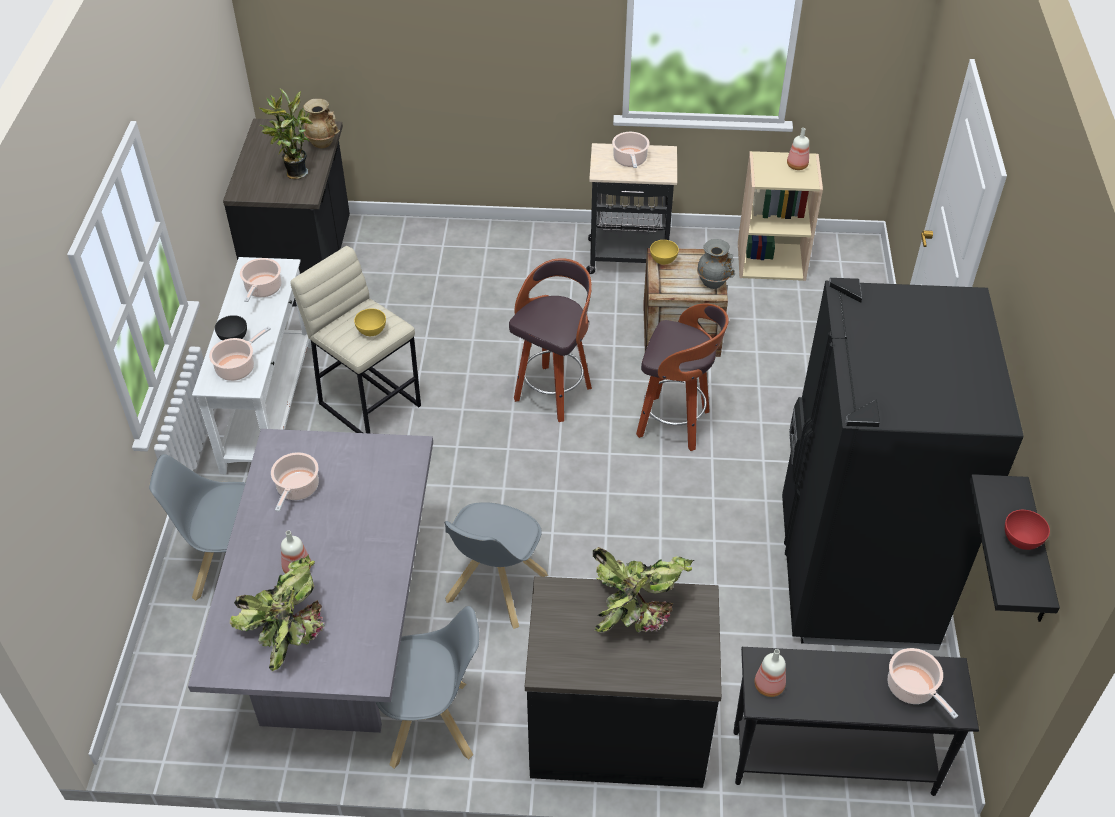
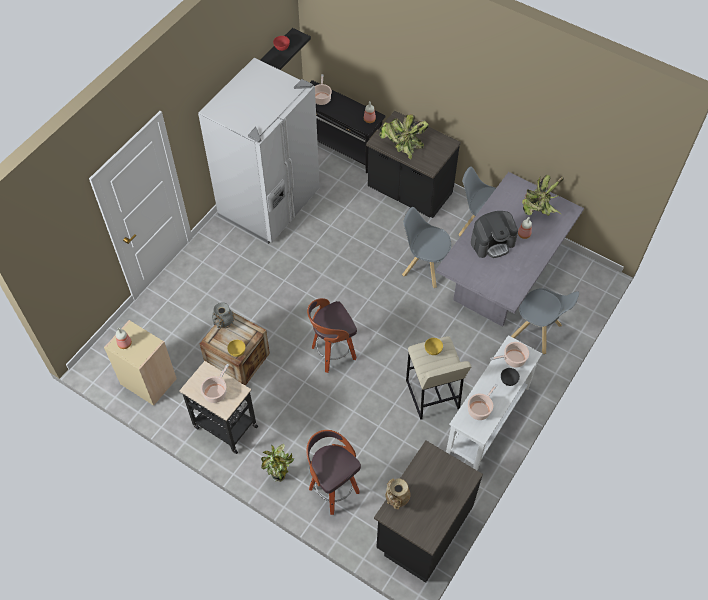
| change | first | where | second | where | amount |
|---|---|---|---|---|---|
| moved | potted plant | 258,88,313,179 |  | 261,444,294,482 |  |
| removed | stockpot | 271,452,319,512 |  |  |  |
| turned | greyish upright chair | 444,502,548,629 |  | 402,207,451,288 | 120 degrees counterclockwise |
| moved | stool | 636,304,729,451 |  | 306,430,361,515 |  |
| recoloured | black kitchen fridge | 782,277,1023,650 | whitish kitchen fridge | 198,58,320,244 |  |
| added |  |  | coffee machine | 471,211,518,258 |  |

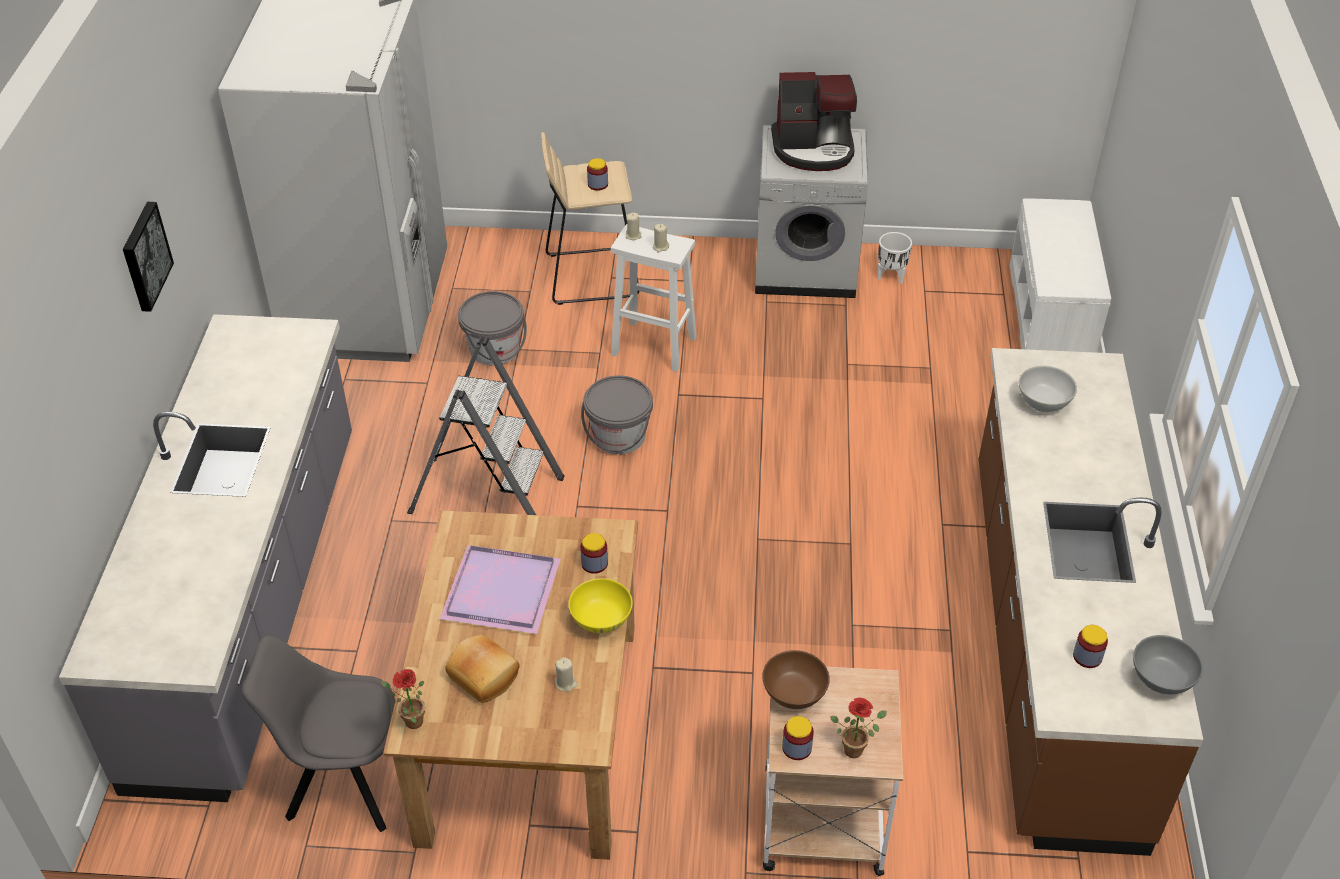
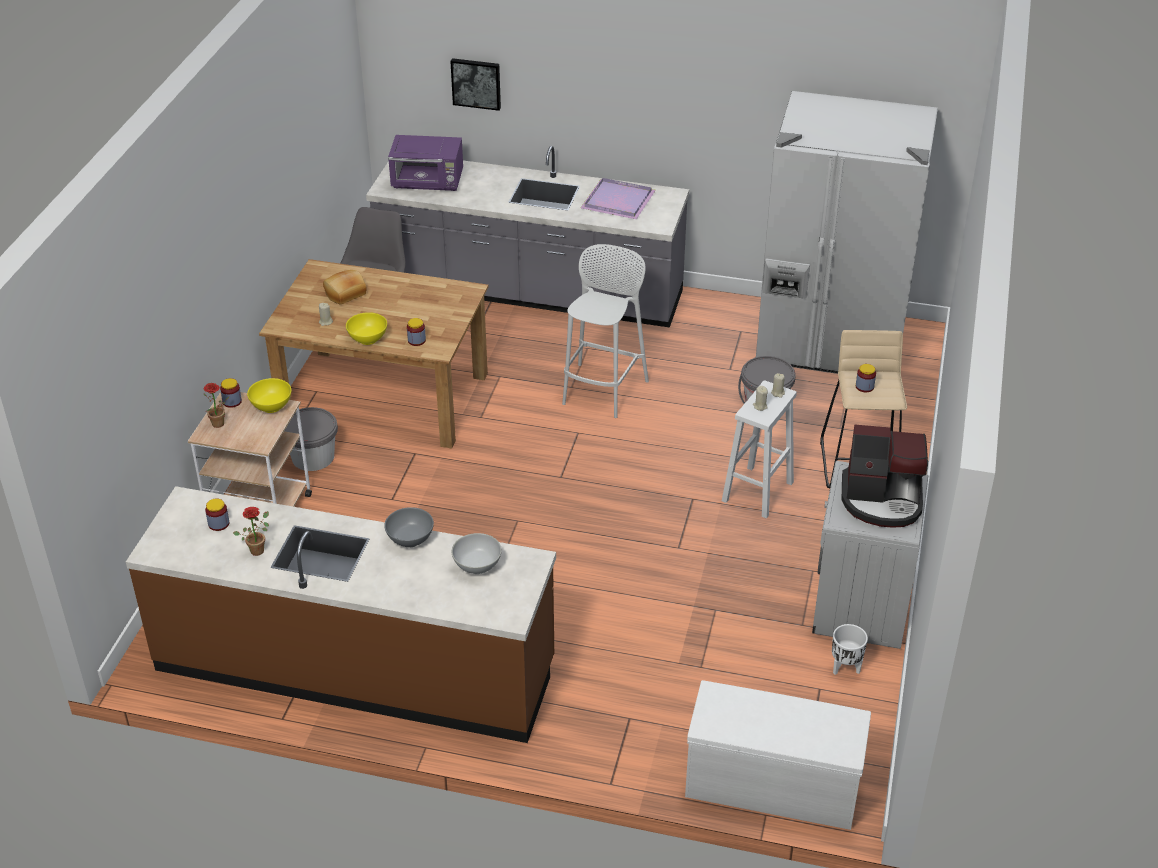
| change | first | where | second | where | amount |
|---|---|---|---|---|---|
| moved | wall picture | 123,202,174,312 |  | 450,58,501,111 |  |
| moved | potted plant | 381,669,425,729 |  | 233,507,269,556 |  |
| replaced | greyish step ladder | 407,337,565,515 | whitish stool | 562,244,649,418 |  |
| moved | purple-coloured serving tray | 440,545,561,634 |  | 580,178,656,219 |  |
| moved | greyish water bucket | 581,375,653,455 |  | 284,407,338,471 |  |
| recoloured | brownish serving bowl | 762,650,830,709 | yellow-coloured serving bowl | 247,378,291,413 |  |
| turned | coffee machine | 771,72,857,171 |  | 842,424,928,528 | 90 degrees counterclockwise |
| moved | greyish serving bowl | 1133,635,1203,694 |  | 384,507,434,547 |  |
| added |  |  | purple-coloured microwave oven | 388,135,463,191 |  |

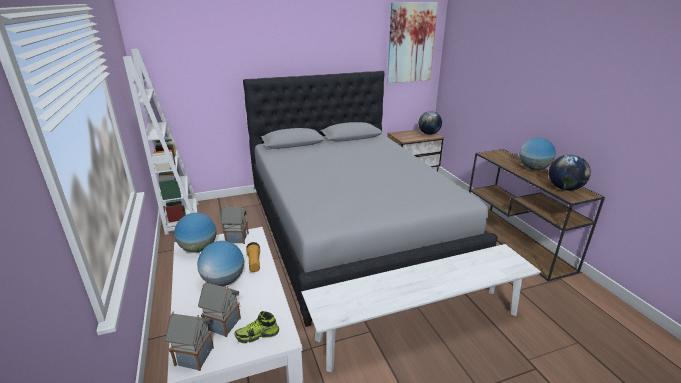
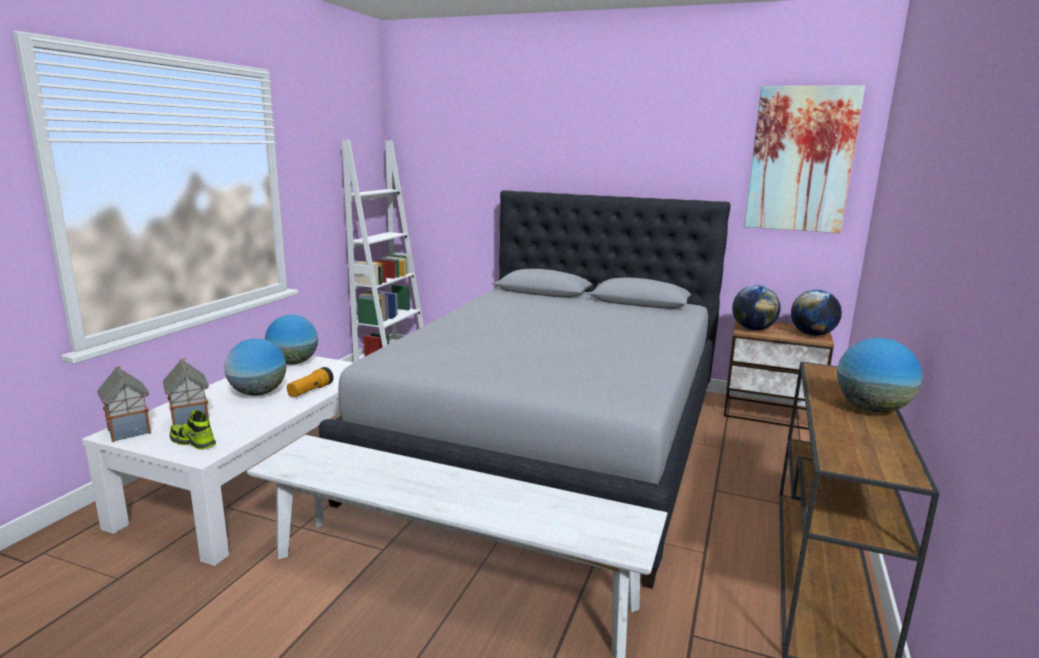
| change | first | where | second | where | amount |
|---|---|---|---|---|---|
| removed | model house | 221,206,249,244 |  |  |  |
| moved | desk globe | 549,154,591,191 |  | 732,285,781,331 |  |

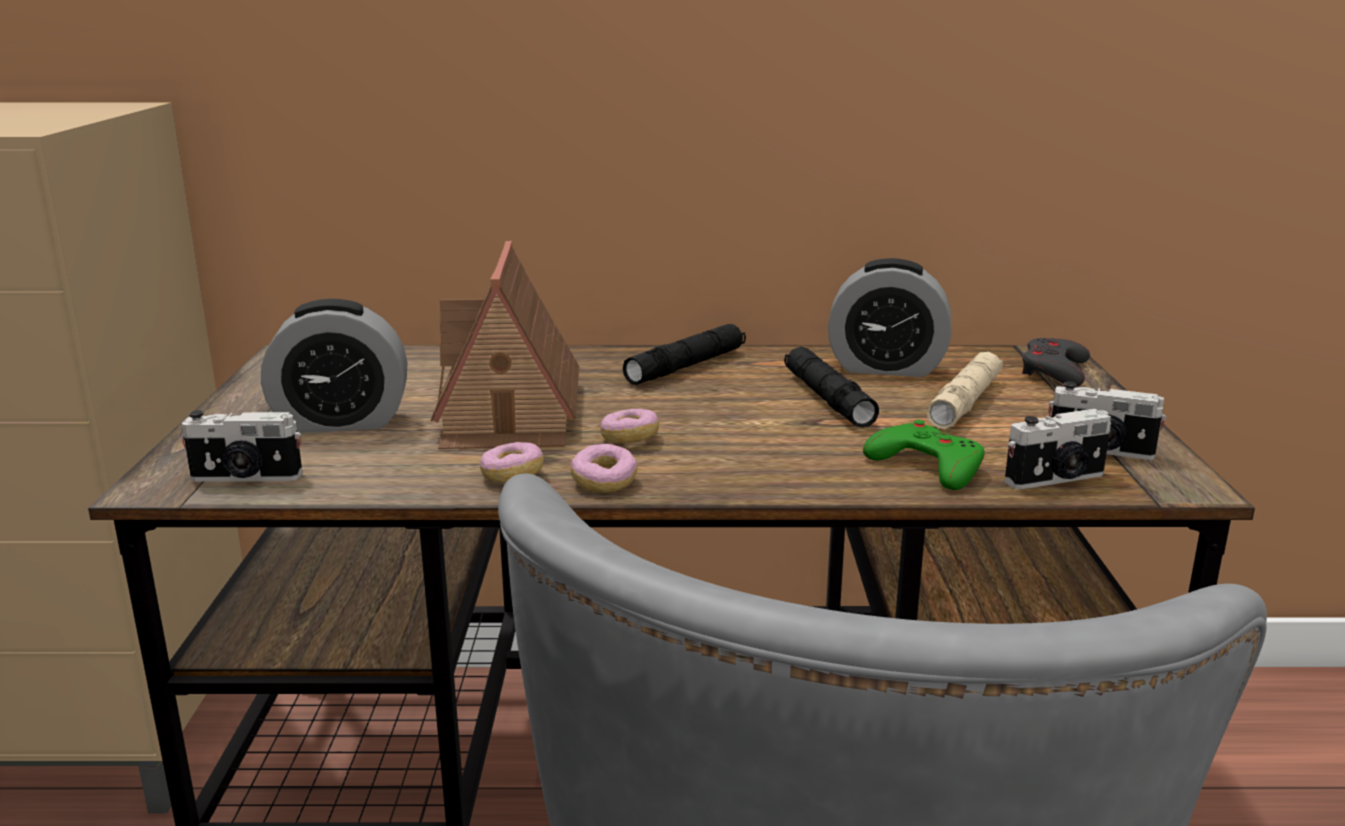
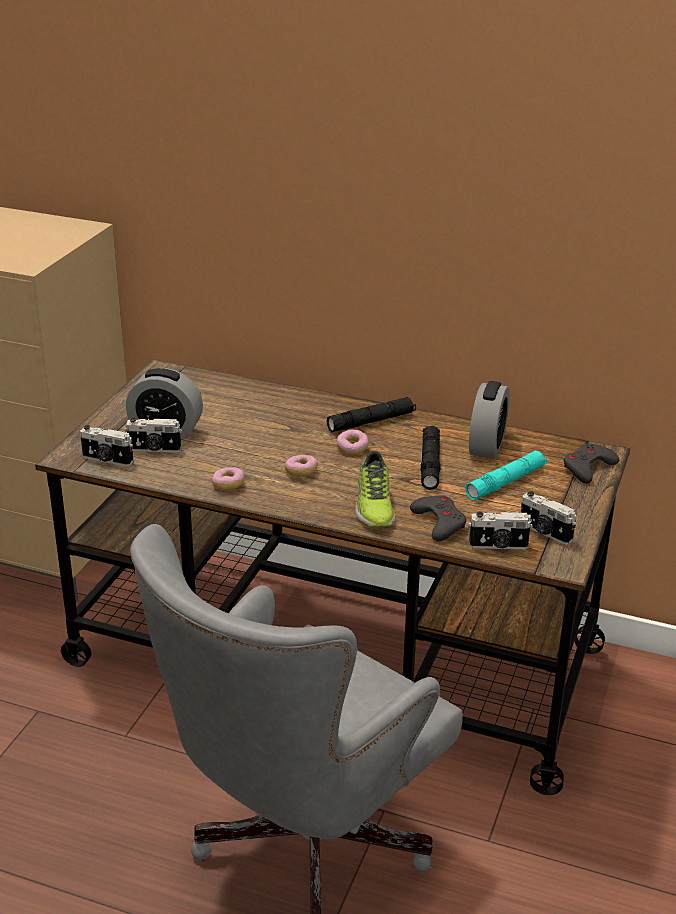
| change | first | where | second | where | amount |
|---|---|---|---|---|---|
| removed | model house | 430,241,579,449 |  |  |  |
| moved | ring doughnut | 570,444,637,493 |  | 337,429,369,455 |  |
| turned | bedside clock | 828,258,952,377 |  | 469,381,510,459 | 105 degrees counterclockwise |
| recoloured | green-coloured joypad | 863,420,984,490 | greyish joypad | 410,496,467,541 |  |
| recoloured | beige-coloured flashlight | 927,352,1003,429 | turquoise flashlight | 465,450,547,500 |  |
| added |  |  | photo camera | 125,418,182,452 |  |
| added |  |  | shoe | 355,451,395,527 |  |

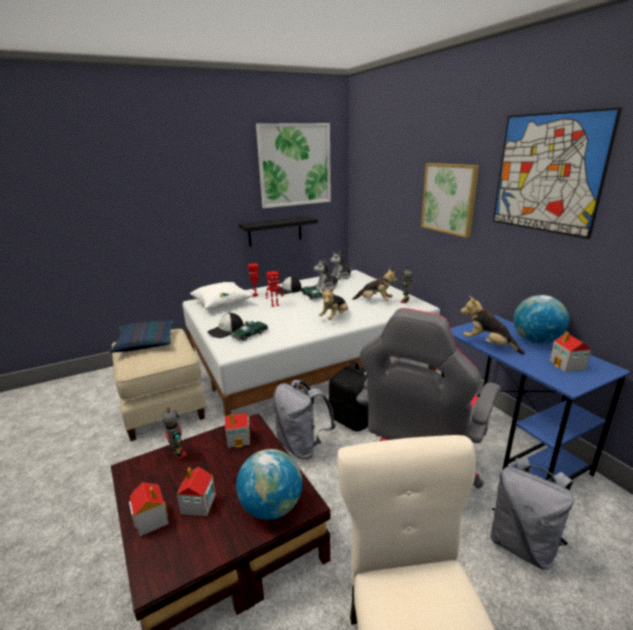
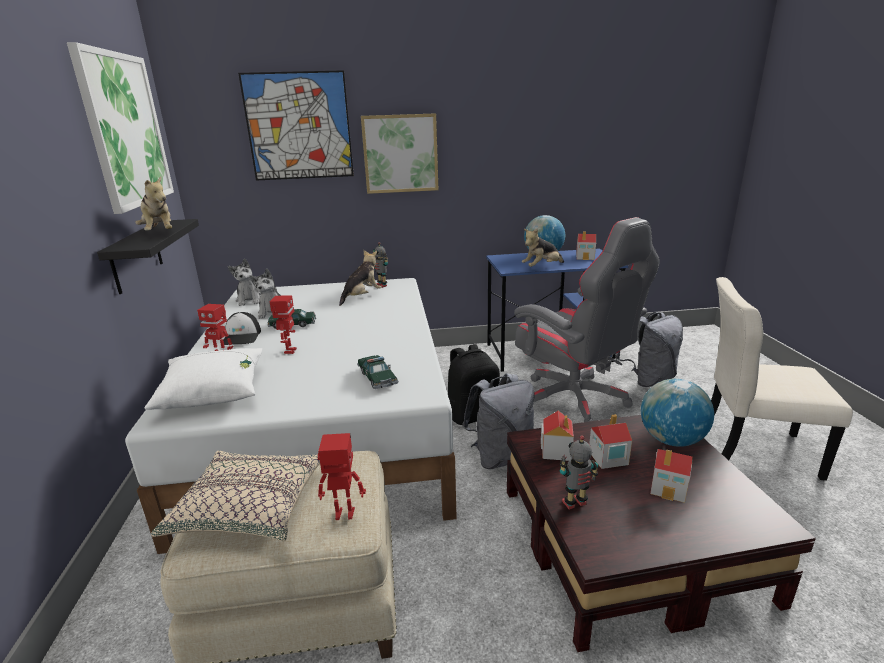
| change | first | where | second | where | amount |
|---|---|---|---|---|---|
| recoloured | blue cushion | 109,320,174,353 | beige-coloured cushion | 151,451,320,541 |  |
| moved | model house | 129,482,169,537 |  | 589,414,632,469 |  |
| removed | peaked cap | 207,313,244,338 |  |  |  |
| moved | plush toy | 319,288,348,320 |  | 136,176,172,231 |  |
| moved | wall picture | 493,107,622,239 |  | 238,70,354,180 |  |
| added |  |  | toy robot | 318,433,366,520 |  |

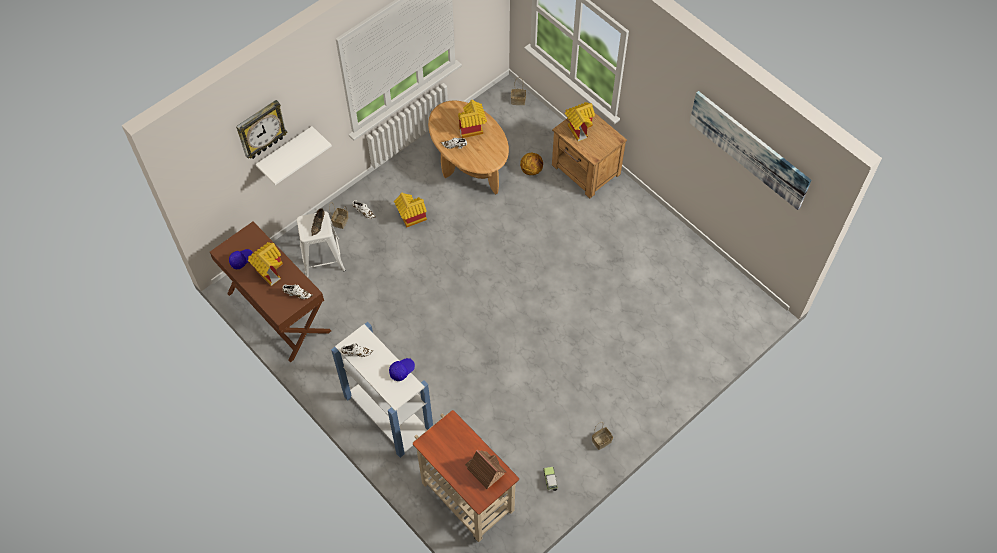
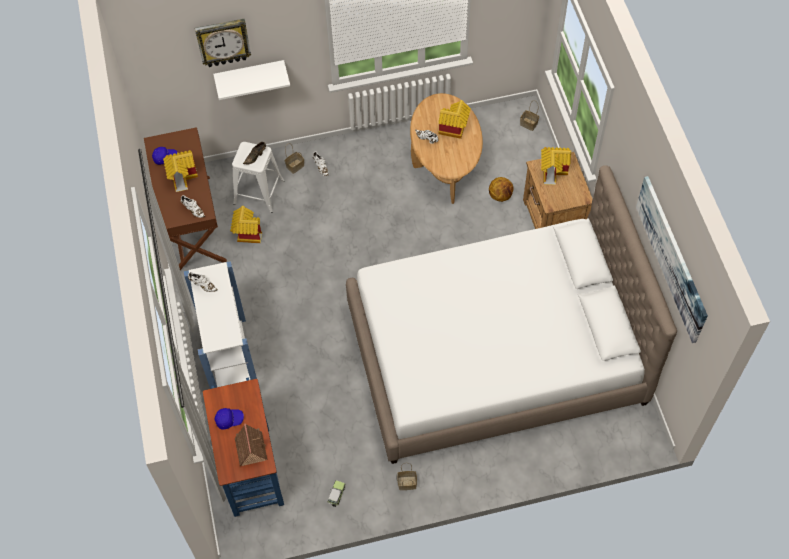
| change | first | where | second | where | amount |
|---|---|---|---|---|---|
| moved | blue peaked cap | 389,358,415,381 |  | 214,408,244,430 |  |
| moved | model house | 394,193,427,227 |  | 230,206,262,243 |  |
| recoloured | beige-coloured cart | 413,410,519,542 | blue cart | 203,378,284,517 |  |
| added |  |  | whitish sleeping bed | 346,165,677,464 |  |

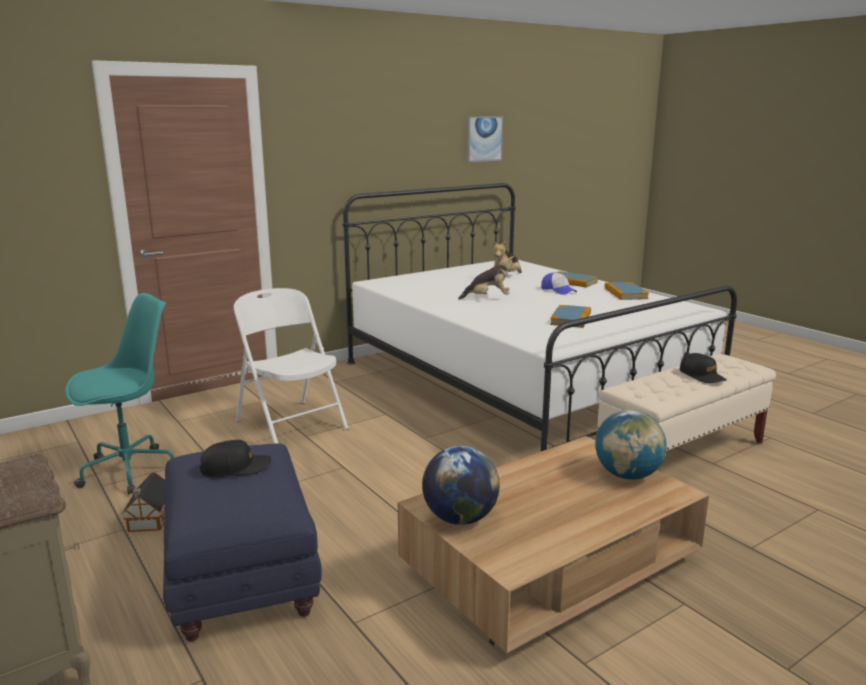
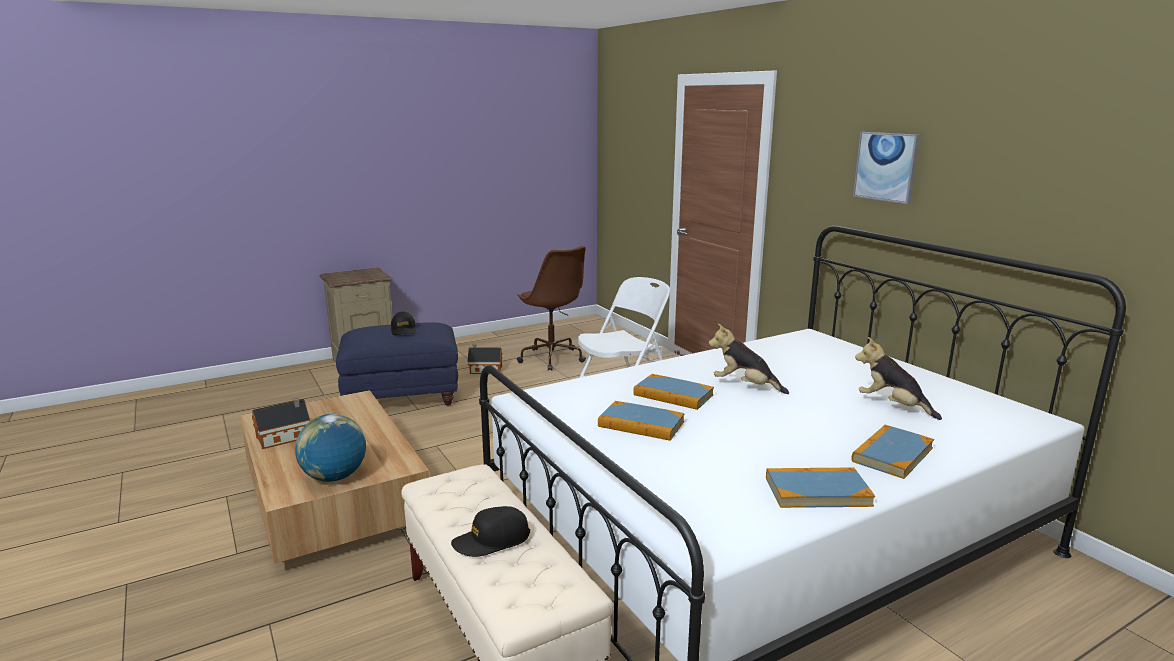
| change | first | where | second | where | amount |
|---|---|---|---|---|---|
| recoloured | turquoise desk chair | 65,293,174,495 | brownish desk chair | 517,246,586,371 |  |
| removed | desk globe | 422,446,500,525 |  |  |  |
| turned | plush toy | 458,253,515,300 |  | 708,324,789,394 | 120 degrees clockwise |
| moved | wall picture | 467,116,503,162 |  | 853,132,920,204 |  |
| removed | peaked cap | 541,273,577,295 |  |  |  |
| added |  |  | model house | 252,398,310,449 |  |
| added |  |  | bound book | 633,374,714,410 |  |

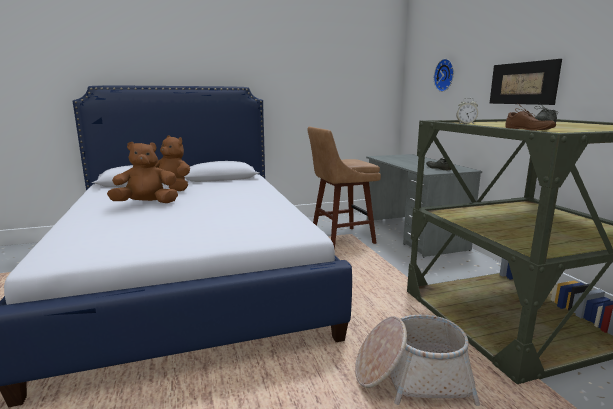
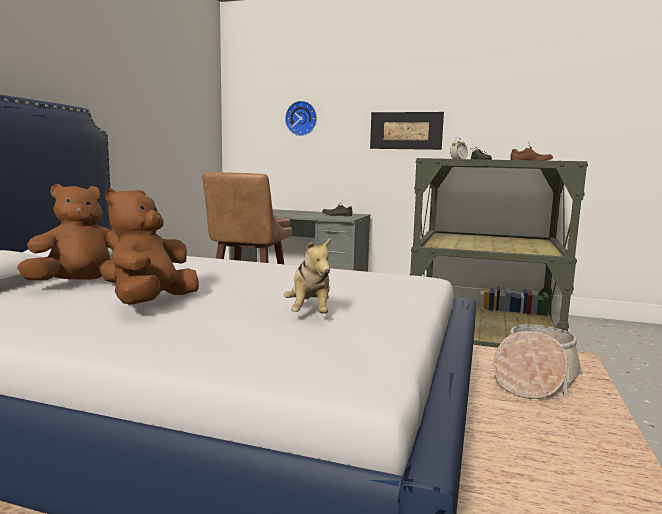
| change | first | where | second | where | amount |
|---|---|---|---|---|---|
| added |  |  | plush toy | 284,238,331,314 |  |

